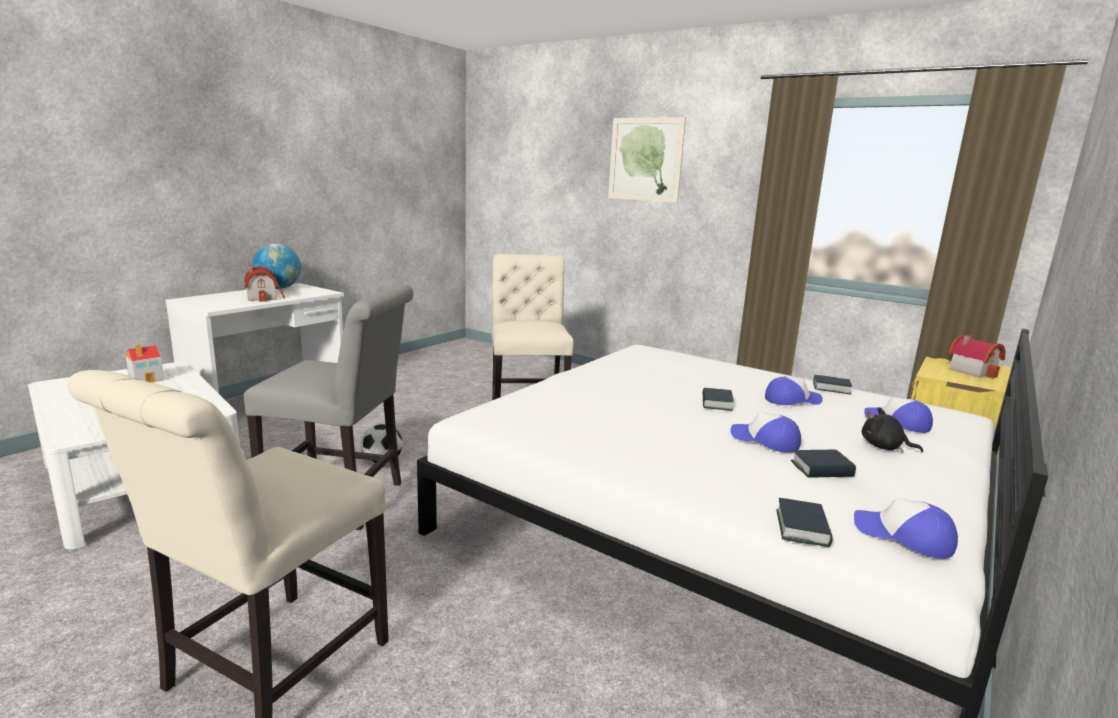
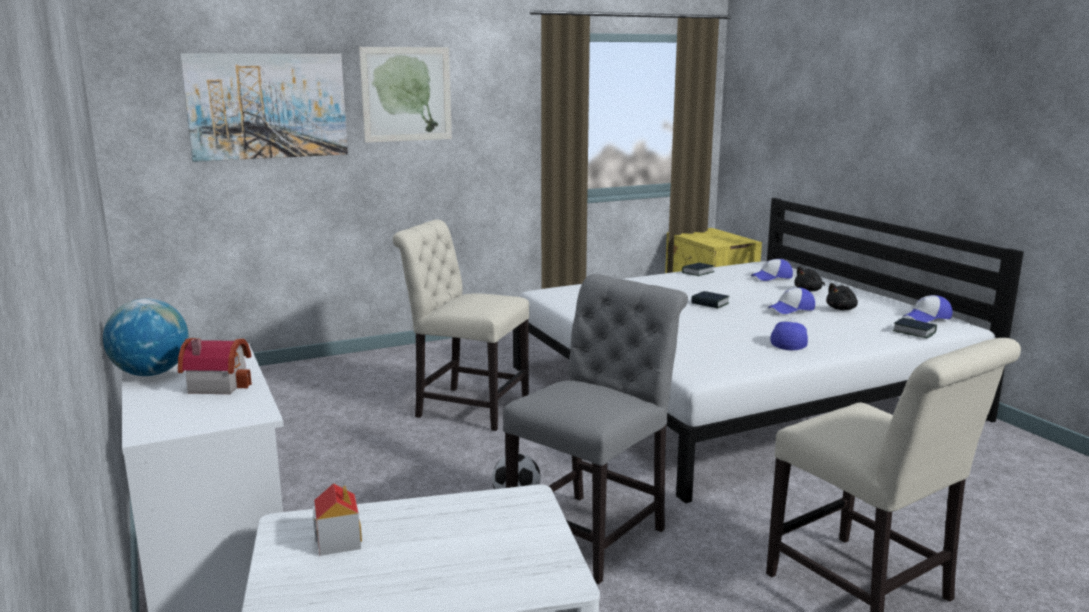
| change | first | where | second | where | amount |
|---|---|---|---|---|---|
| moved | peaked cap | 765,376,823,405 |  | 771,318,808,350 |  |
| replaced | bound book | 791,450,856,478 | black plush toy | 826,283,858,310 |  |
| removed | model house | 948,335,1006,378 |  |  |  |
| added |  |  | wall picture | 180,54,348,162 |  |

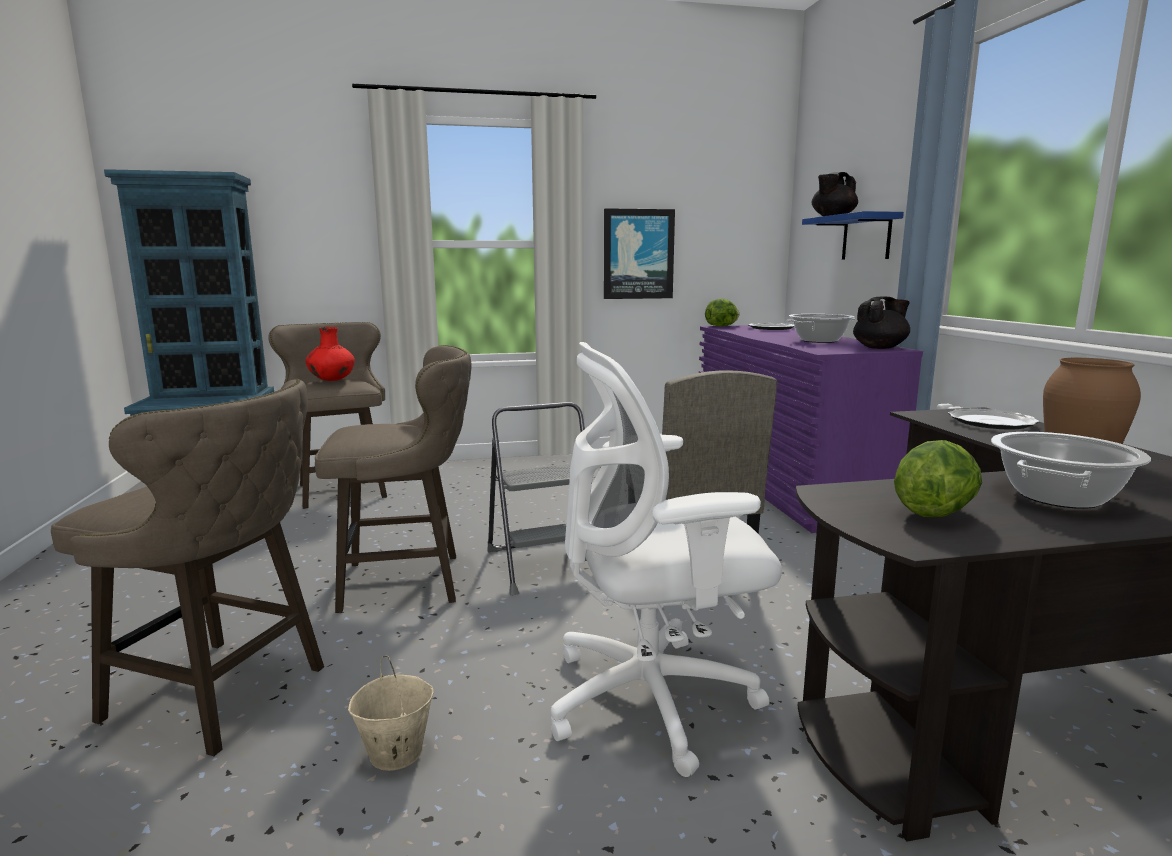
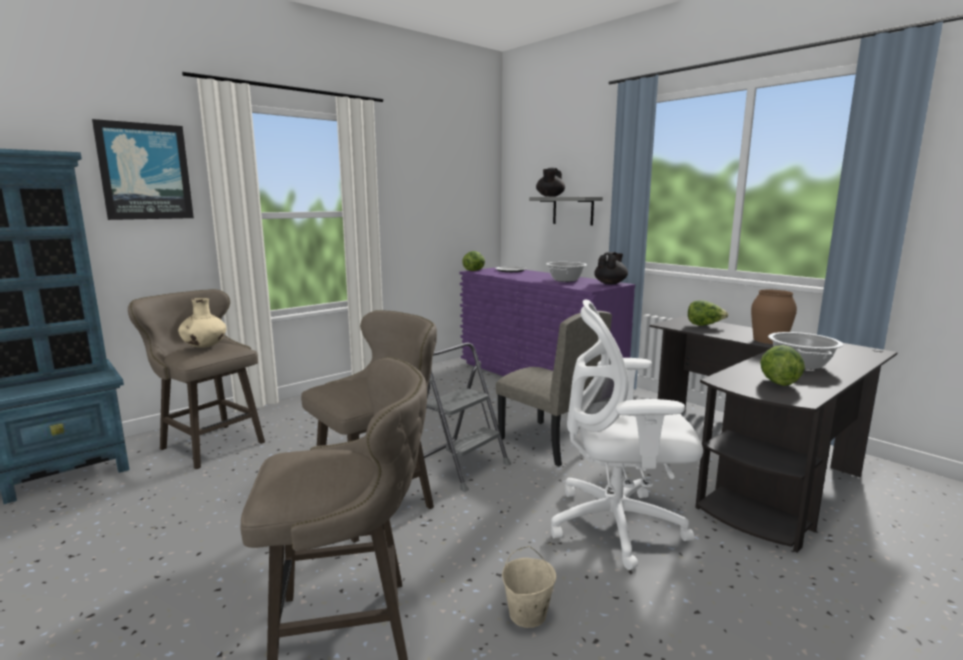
| change | first | where | second | where | amount |
|---|---|---|---|---|---|
| recoloured | reddish decorative vase | 305,327,355,381 | beige-coloured decorative vase | 178,298,226,348 |  |
| turned | whitish desk chair | 551,342,782,777 |  | 551,300,703,570 | 45 degrees clockwise |
| moved | wall picture | 604,208,675,299 |  | 92,119,194,220 |  |
| recoloured | blue shelf | 802,211,904,260 | greyish shelf | 529,197,603,226 |  |
| replaced | dinner plate | 948,408,1040,430 | lettuce head | 688,300,728,326 |  |

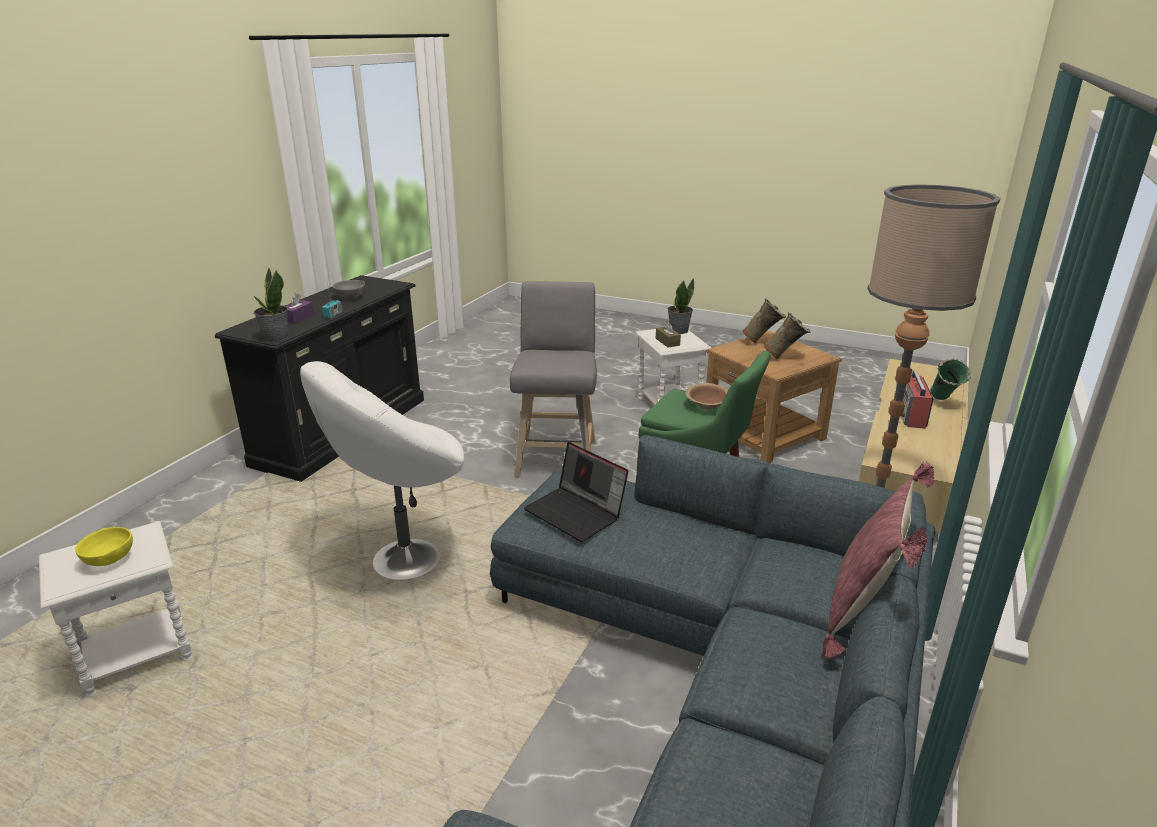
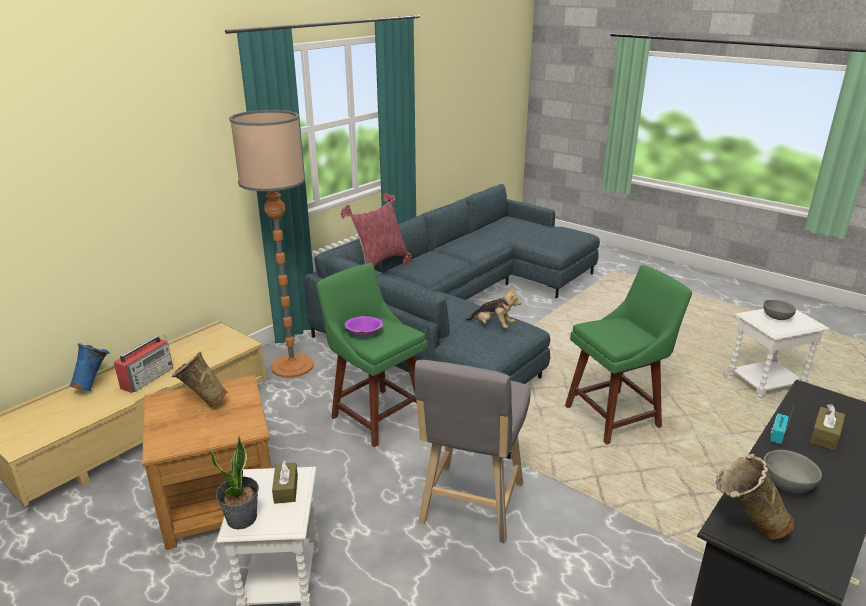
| change | first | where | second | where | amount |
|---|---|---|---|---|---|
| recoloured | yellow-coloured serving bowl | 75,527,133,566 | greyish serving bowl | 764,300,796,320 |  |
| removed | potted plant | 254,268,288,342 |  |  |  |
| recoloured | purple-coloured tissue box | 286,293,314,324 | brownish tissue box | 810,404,845,451 |  |
| replaced | whitish armchair | 300,361,464,580 | green-coloured stool | 565,265,692,445 |  |
| replaced | notebook computer | 524,442,628,542 | plush toy | 466,287,521,328 |  |
| recoloured | brownish serving bowl | 685,383,728,409 | purple-coloured serving bowl | 345,316,383,337 |  |
| moved | beige-coloured decorative vase | 742,298,786,343 |  | 715,454,795,540 |  |
| recoloured | green-coloured decorative vase | 930,359,971,400 | blue decorative vase | 69,343,110,392 |  |

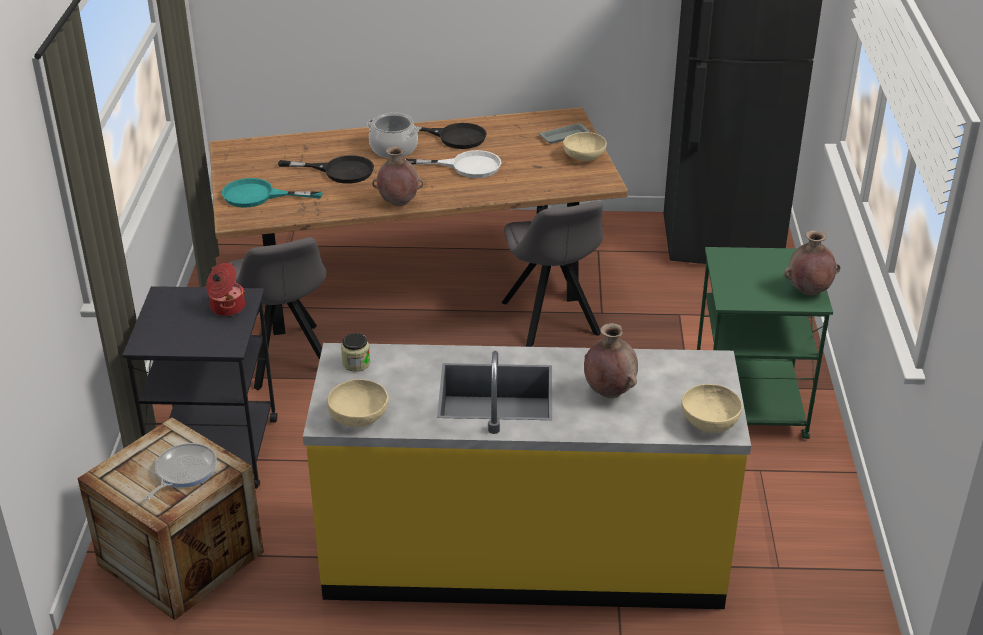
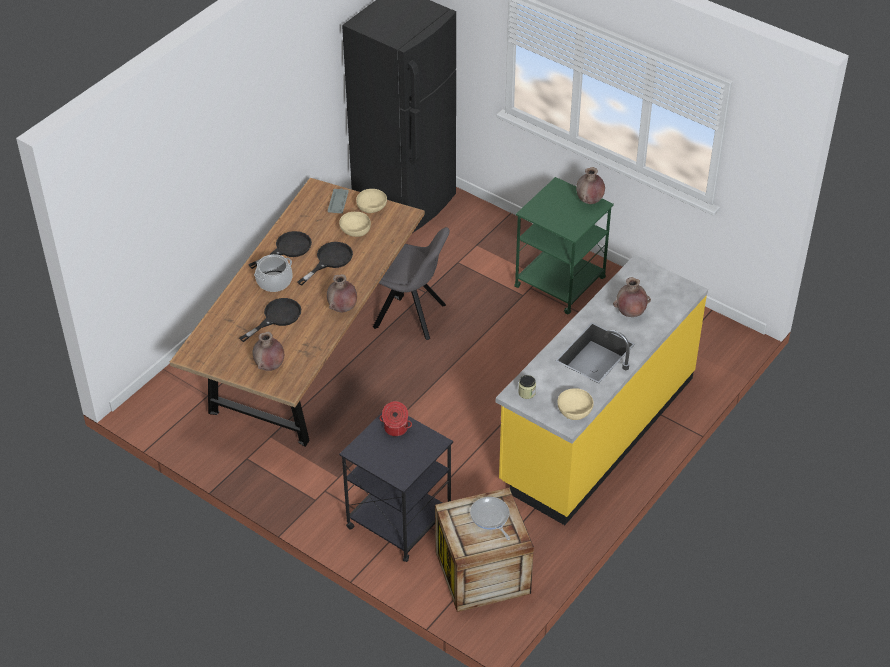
| change | first | where | second | where | amount |
|---|---|---|---|---|---|
| replaced | turquoise skillet | 222,178,322,208 | brownish decorative vase | 252,332,284,371 |  |
| removed | greyish upright chair | 229,237,327,390 |  |  |  |
| recoloured | whitish skillet | 405,150,501,178 | black skillet | 297,242,353,285 |  |
| moved | beige-coloured serving bowl | 681,384,742,433 |  | 339,212,371,237 |  |

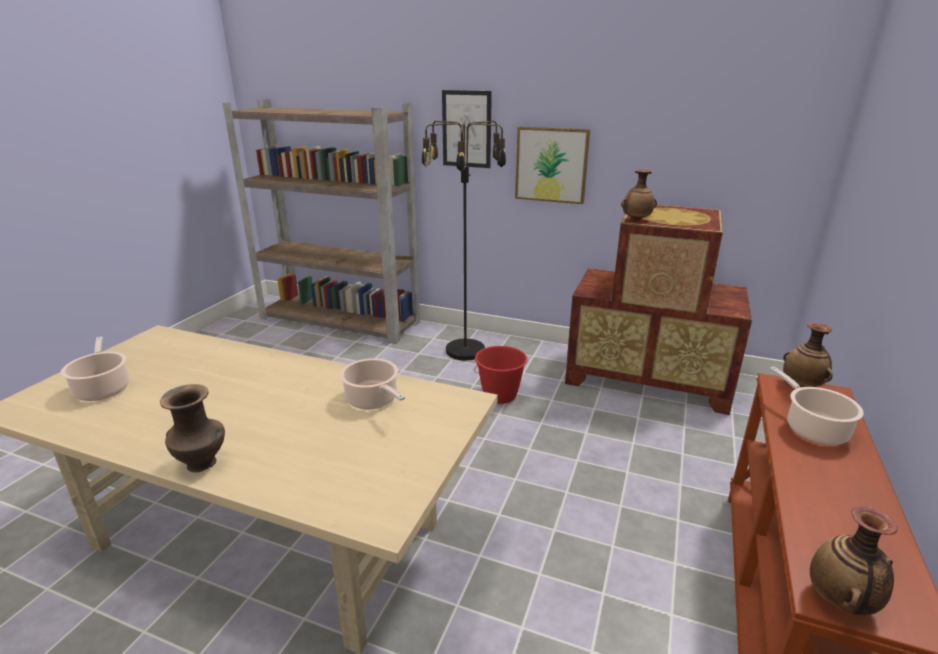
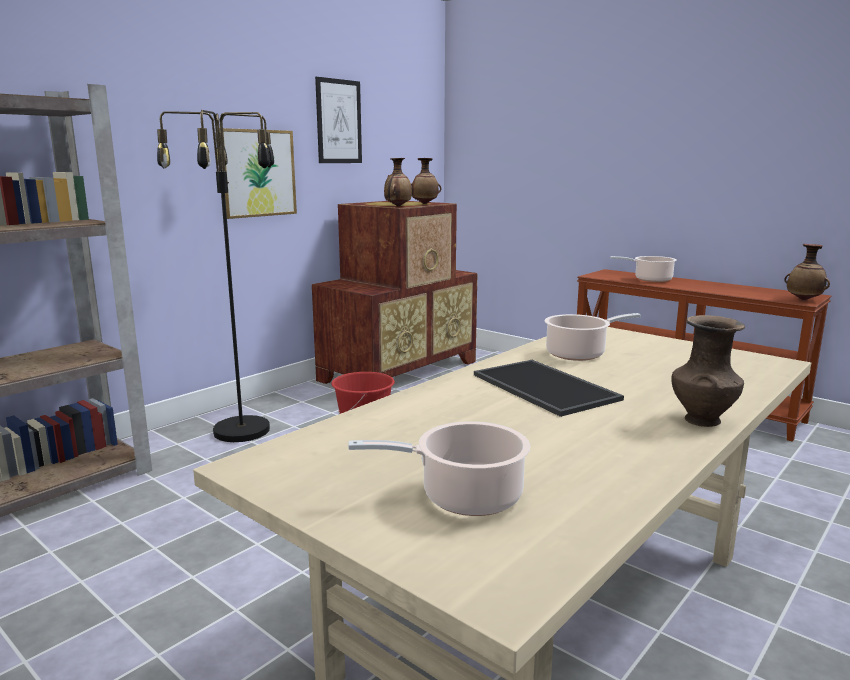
| change | first | where | second | where | amount |
|---|---|---|---|---|---|
| moved | wall picture | 442,90,492,168 |  | 315,77,362,163 |  |
| moved | decorative vase | 783,322,833,387 |  | 411,158,441,204 |  |
| added |  |  | serving tray | 474,360,624,417 |  |

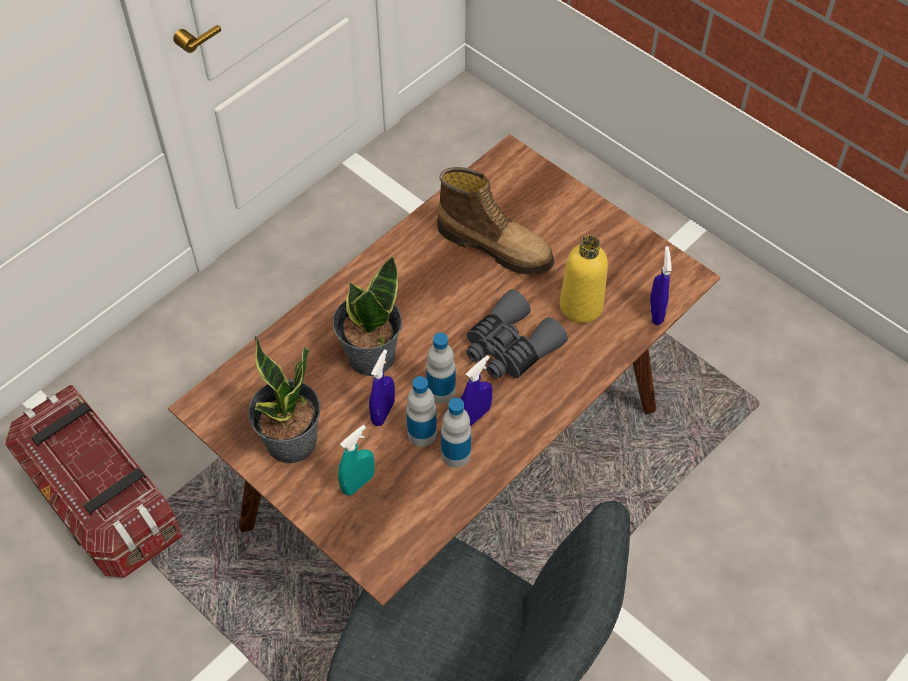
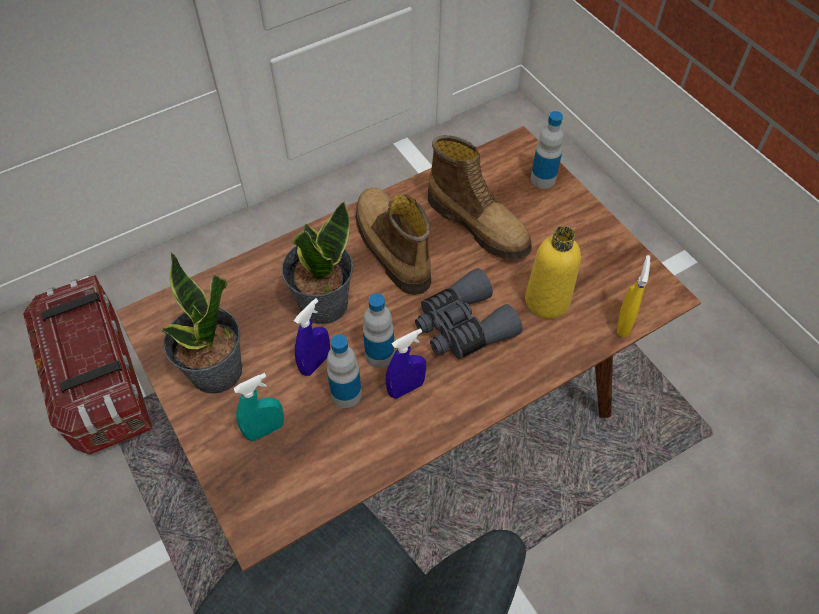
| change | first | where | second | where | amount |
|---|---|---|---|---|---|
| moved | beverage bottle | 441,398,471,468 |  | 531,111,564,189 |  |
| recoloured | blue sprayer | 650,246,672,325 | yellow-coloured sprayer | 617,255,650,337 |  |
| added |  |  | high-top boot | 356,187,431,295 |  |

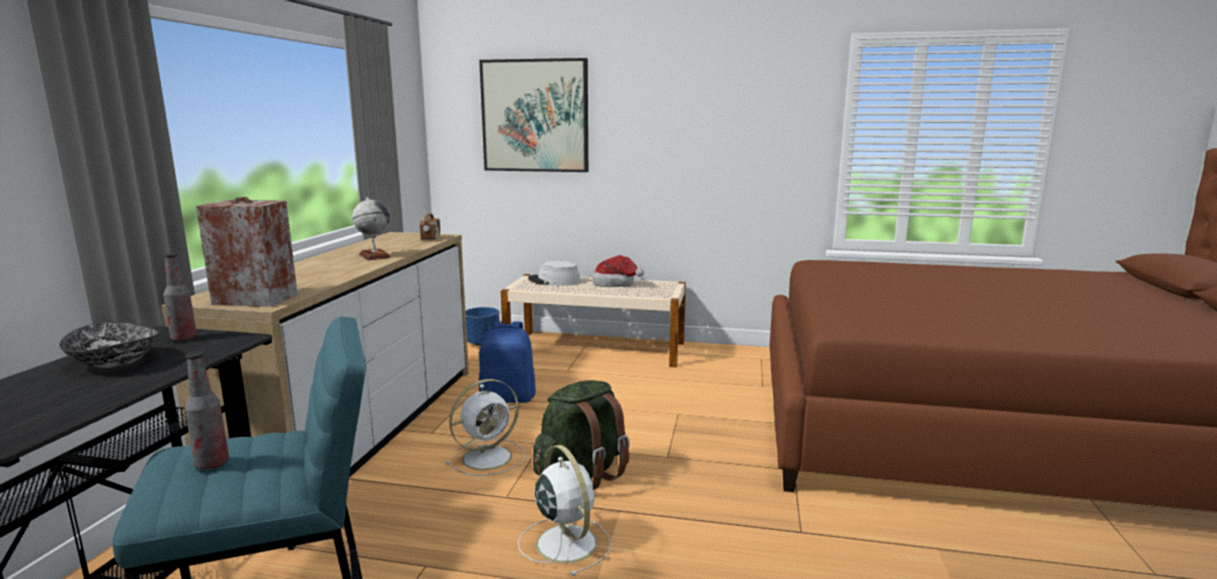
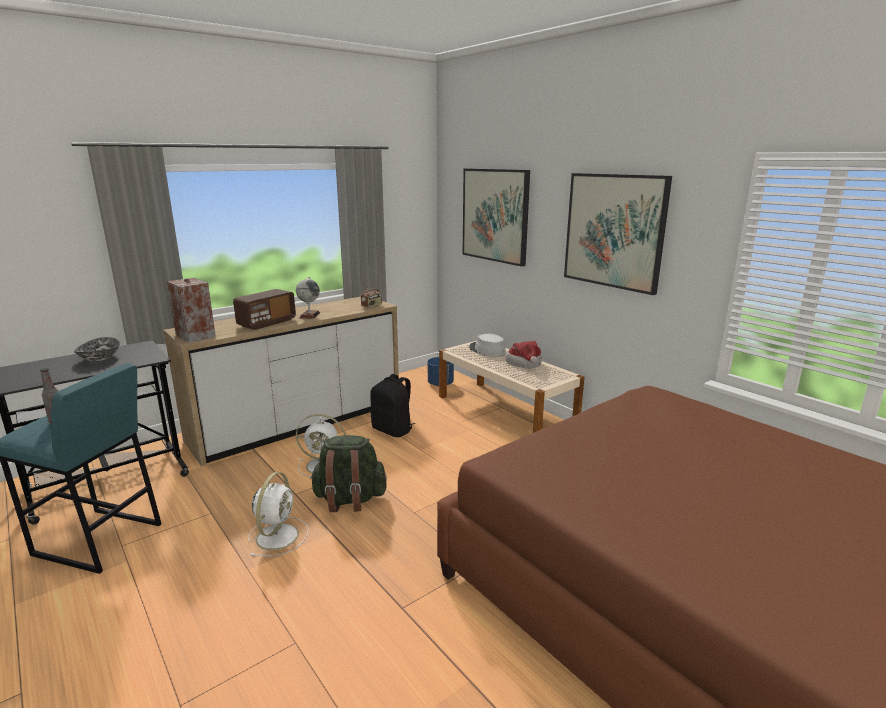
| change | first | where | second | where | amount |
|---|---|---|---|---|---|
| removed | beverage bottle | 163,253,197,341 |  |  |  |
| recoloured | blue backpack | 479,321,536,403 | black backpack | 370,374,415,437 |  |
| added |  |  | radio set | 233,289,296,330 |  |
| added |  |  | wall picture | 564,173,672,295 |  |

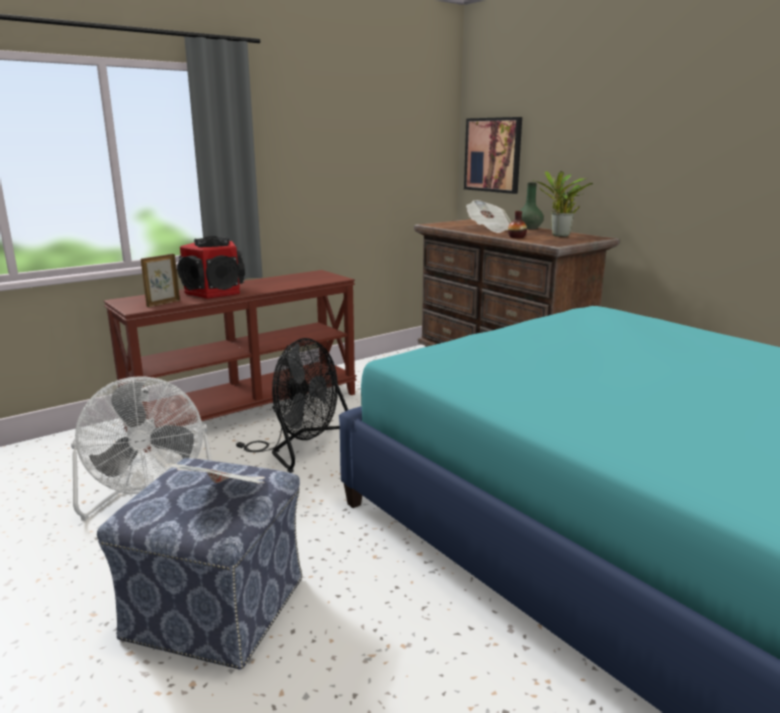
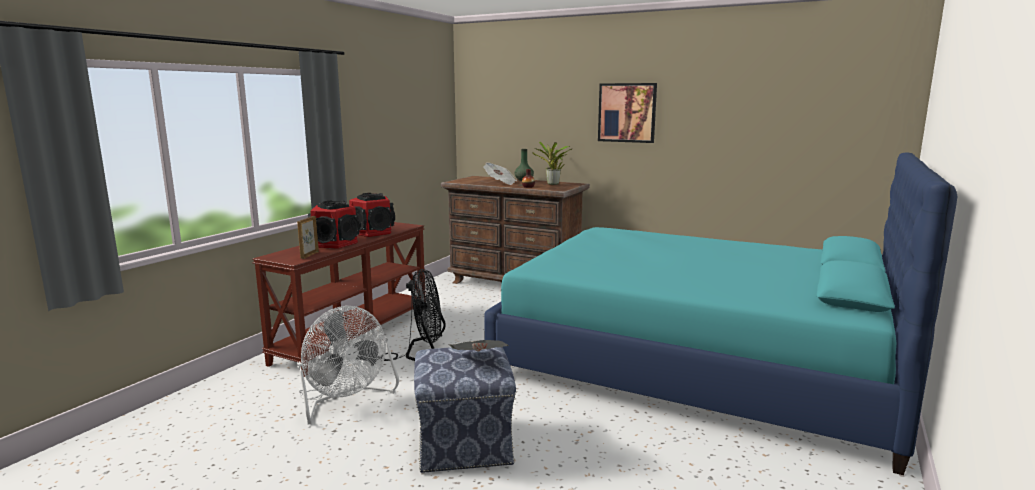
| change | first | where | second | where | amount |
|---|---|---|---|---|---|
| moved | wall picture | 464,117,522,194 |  | 598,83,657,143 |  |
| added |  |  | audio speaker | 349,193,395,237 |  |

